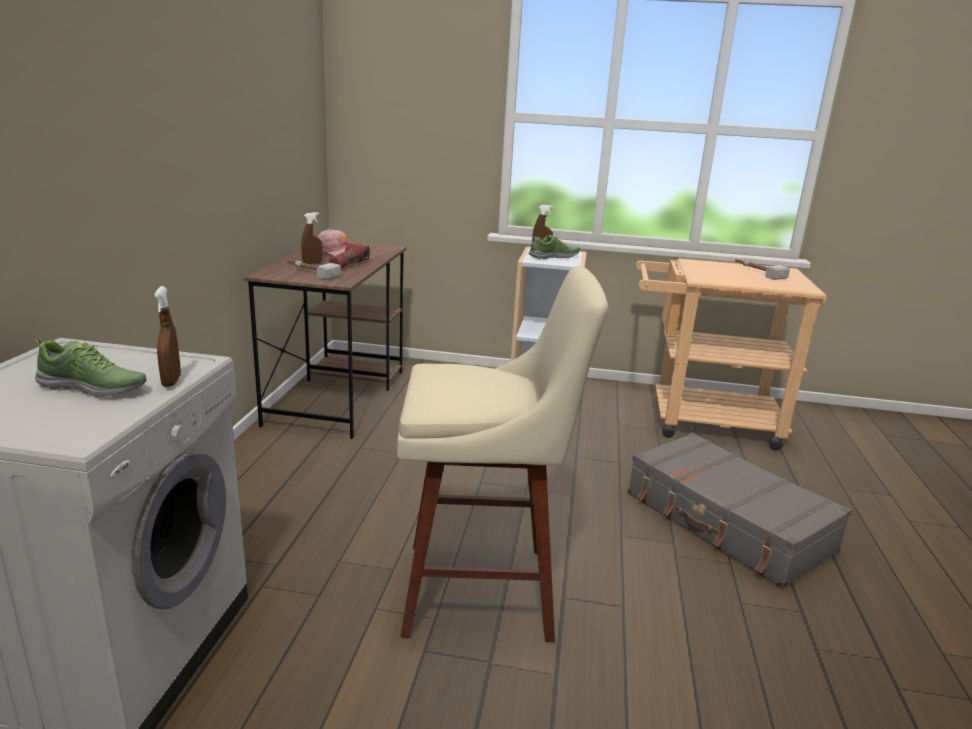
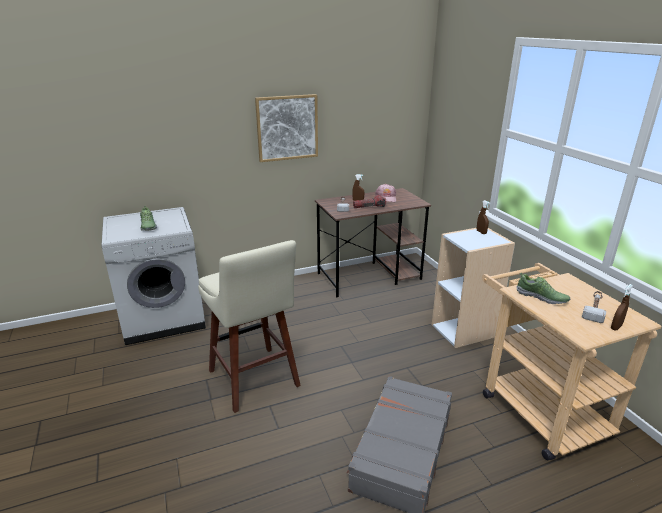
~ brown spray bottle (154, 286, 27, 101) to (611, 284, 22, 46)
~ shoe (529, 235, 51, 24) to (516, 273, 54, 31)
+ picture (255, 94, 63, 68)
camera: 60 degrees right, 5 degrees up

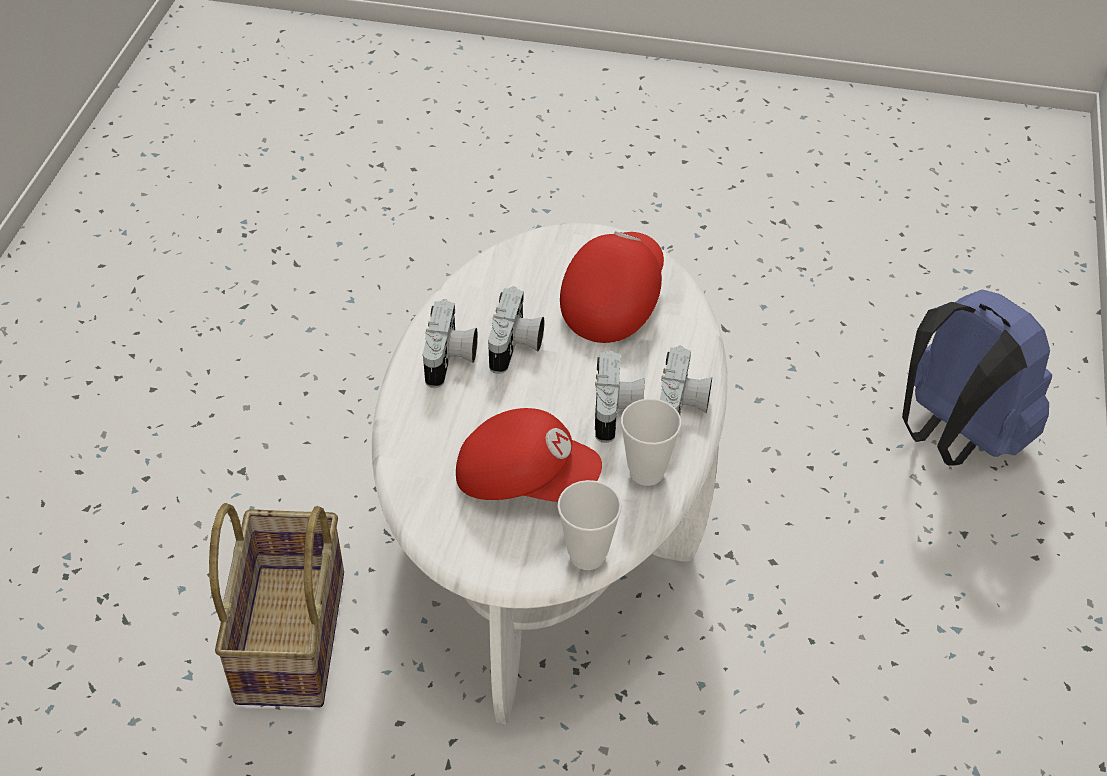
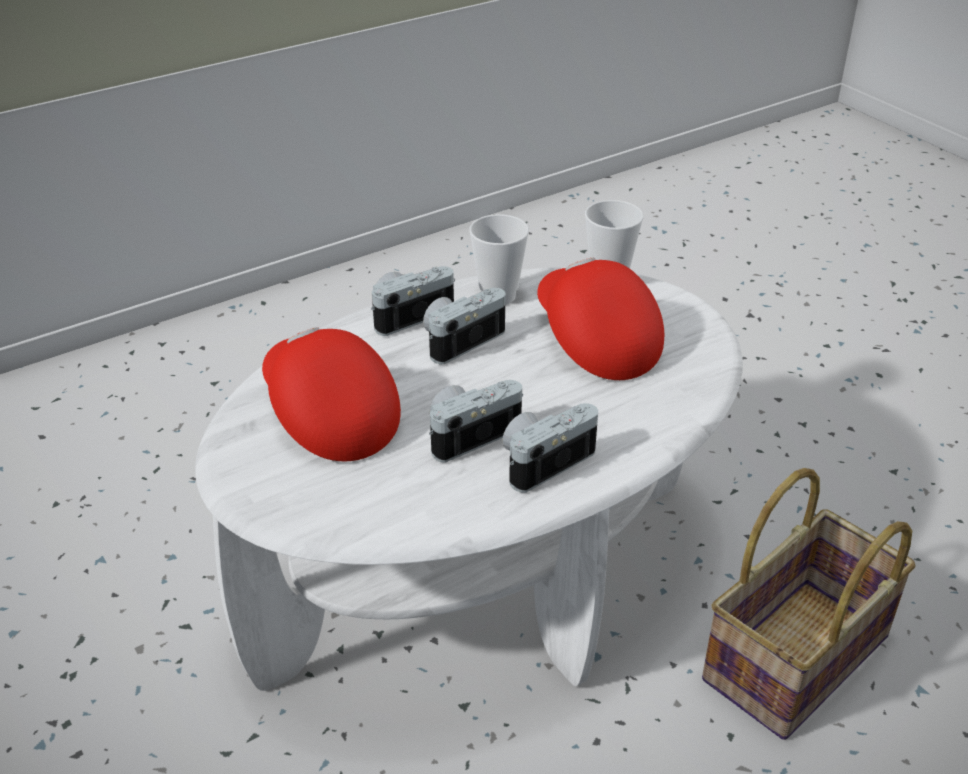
~ red cap (560, 231, 104, 112) = (262, 327, 139, 134) 75 degrees clockwise
- blue backpack (902, 289, 150, 177)
camera: 135 degrees left, 10 degrees down

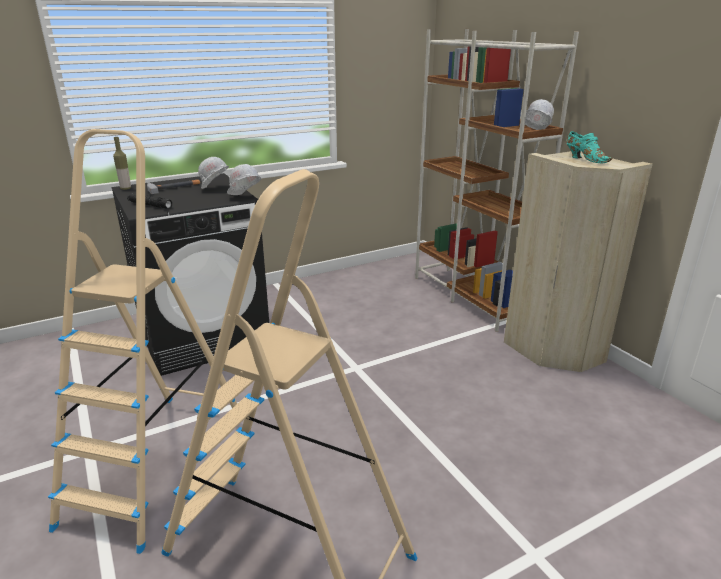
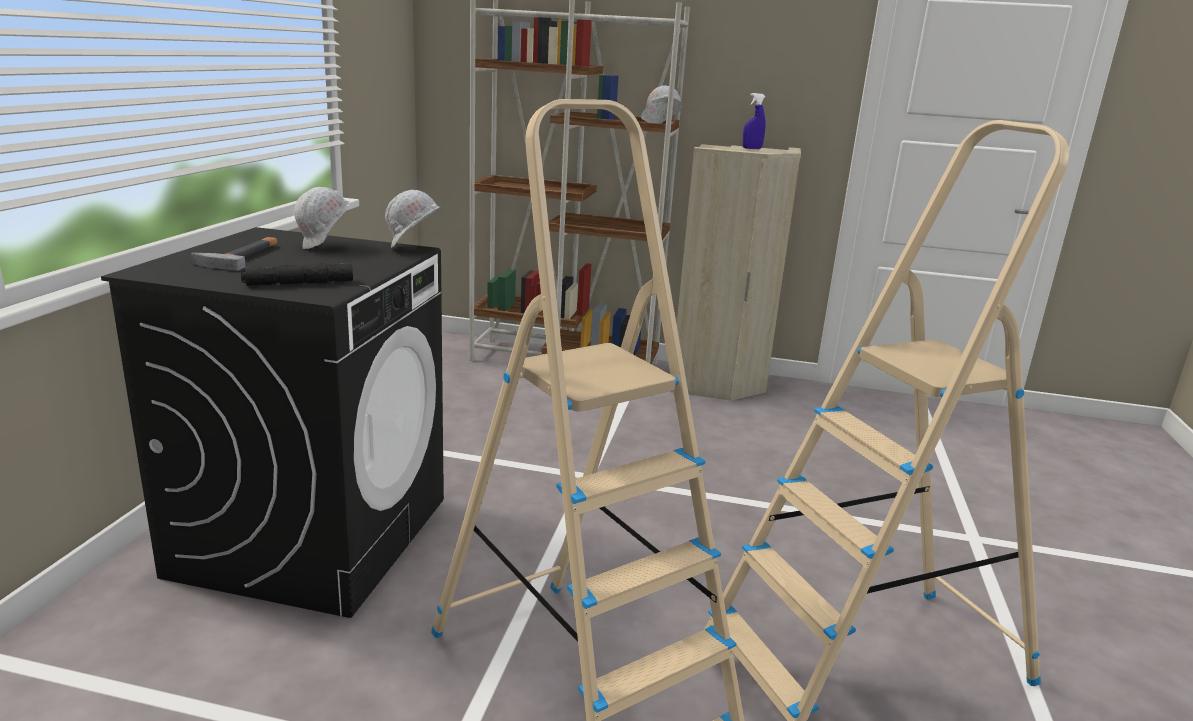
- bottle (113, 137, 18, 53)
~ turquoise shoe (566, 131, 46, 32) to blue spray bottle (743, 93, 23, 56)
camera: 50 degrees left, 5 degrees down

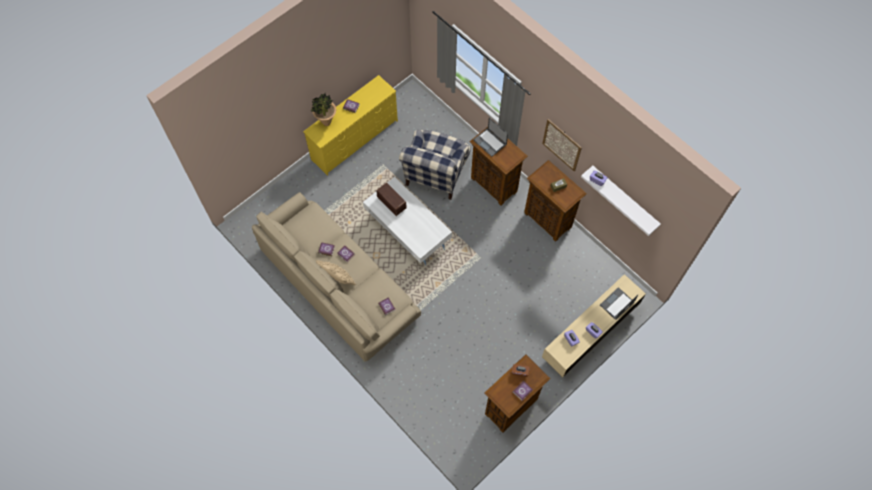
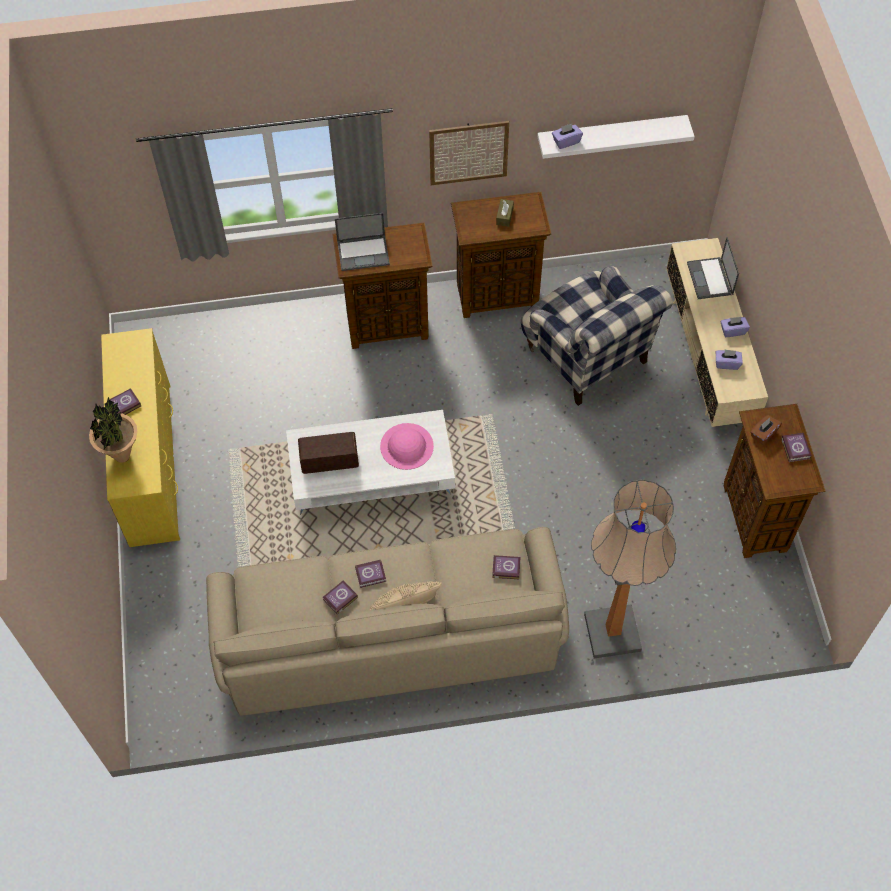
~ armchair (399, 130, 72, 70) to (521, 266, 152, 140)
+ pink hat (380, 423, 54, 47)
+ floor lamp (584, 479, 92, 180)
camera: 55 degrees left, 5 degrees down

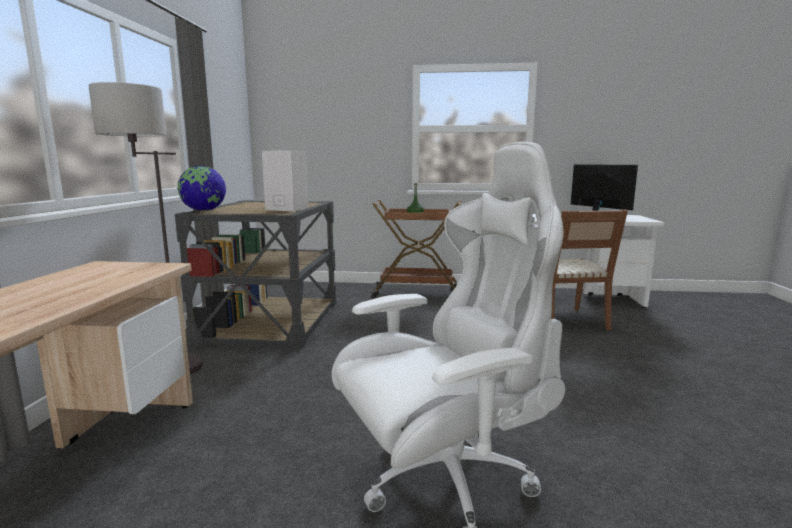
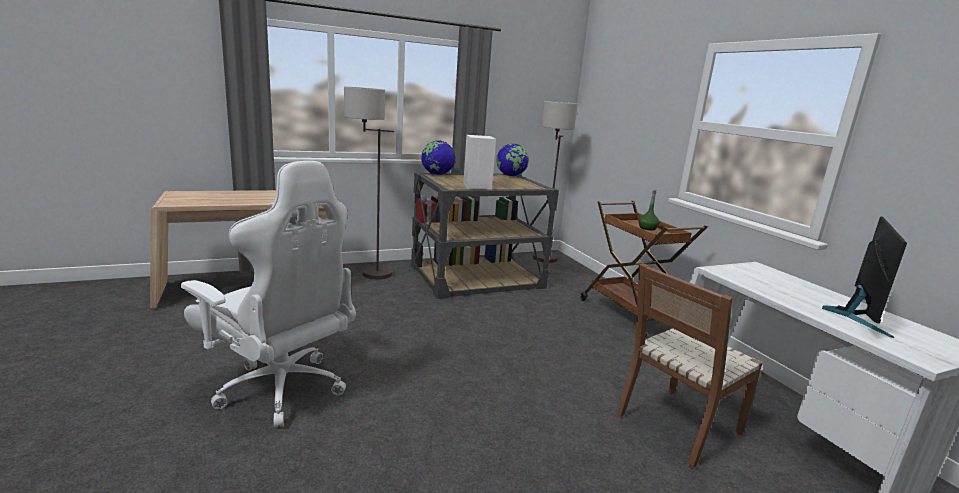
+ globe (496, 144, 33, 32)
+ grey floor lamp (533, 101, 45, 162)
camera: 60 degrees right, 5 degrees up

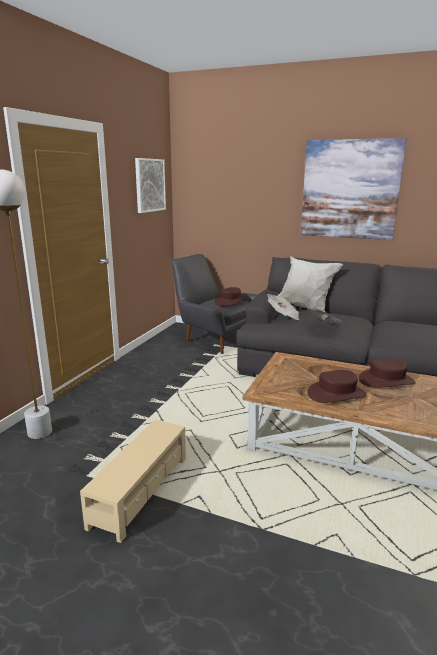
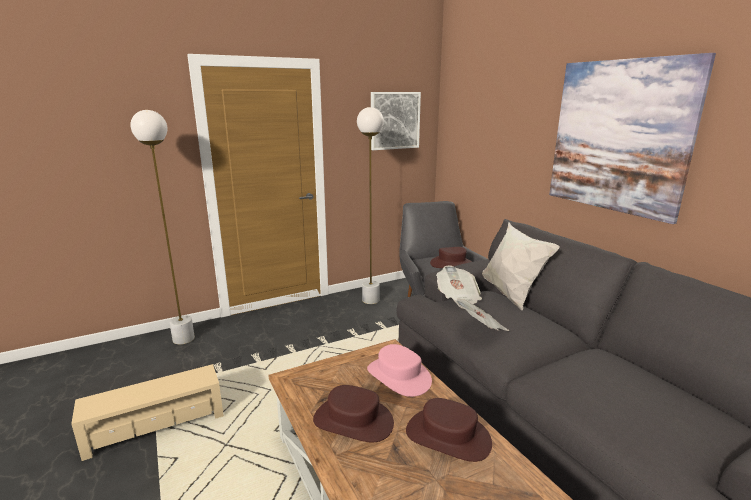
+ white floor lamp (357, 107, 27, 197)
+ pink hat (367, 344, 65, 53)
camera: 40 degrees right, 0 degrees up

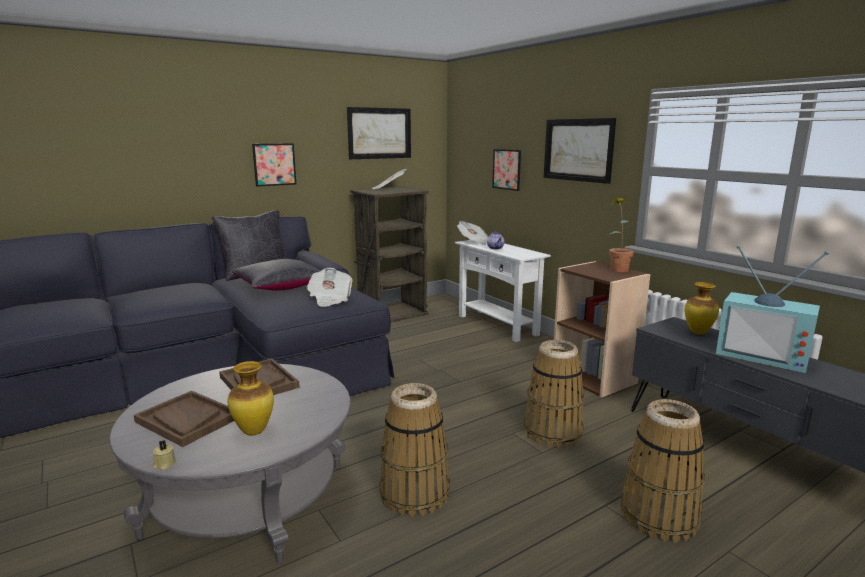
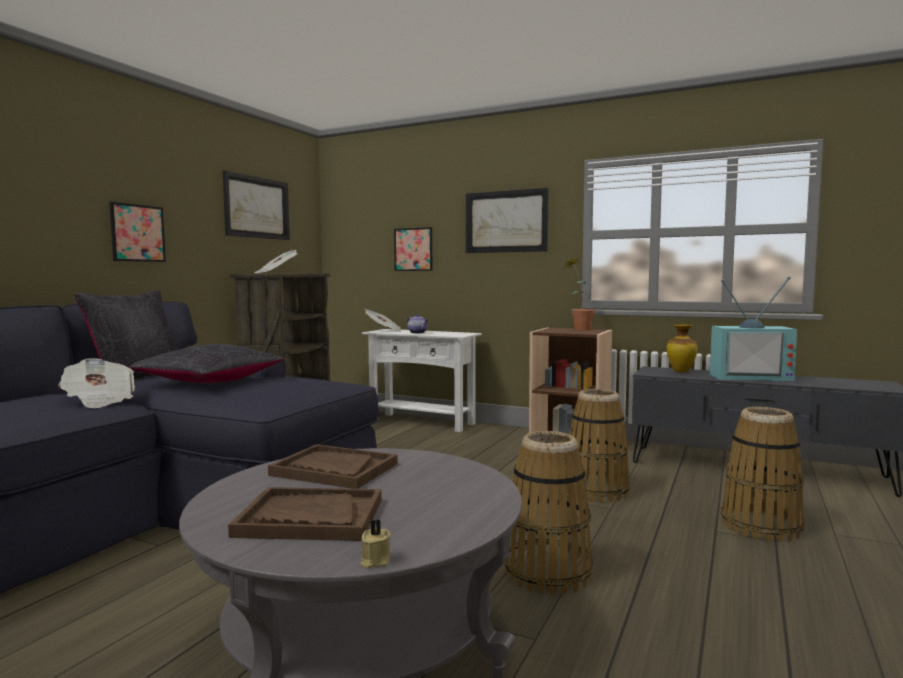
- vase (227, 361, 47, 75)
~ newspaper (307, 268, 46, 39) to (59, 358, 76, 50)
camera: 30 degrees left, 10 degrees down

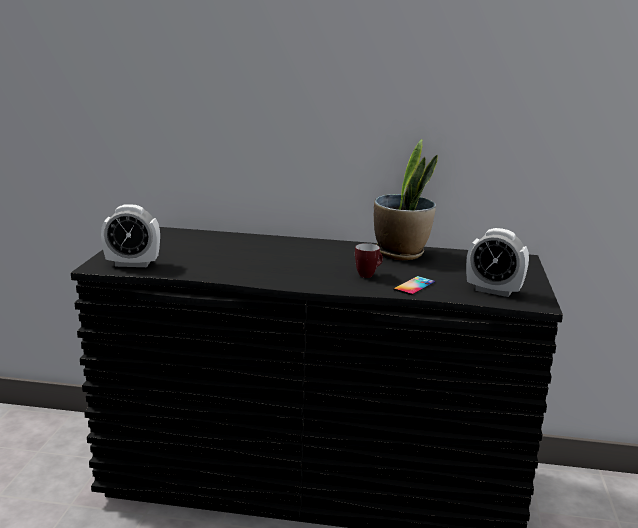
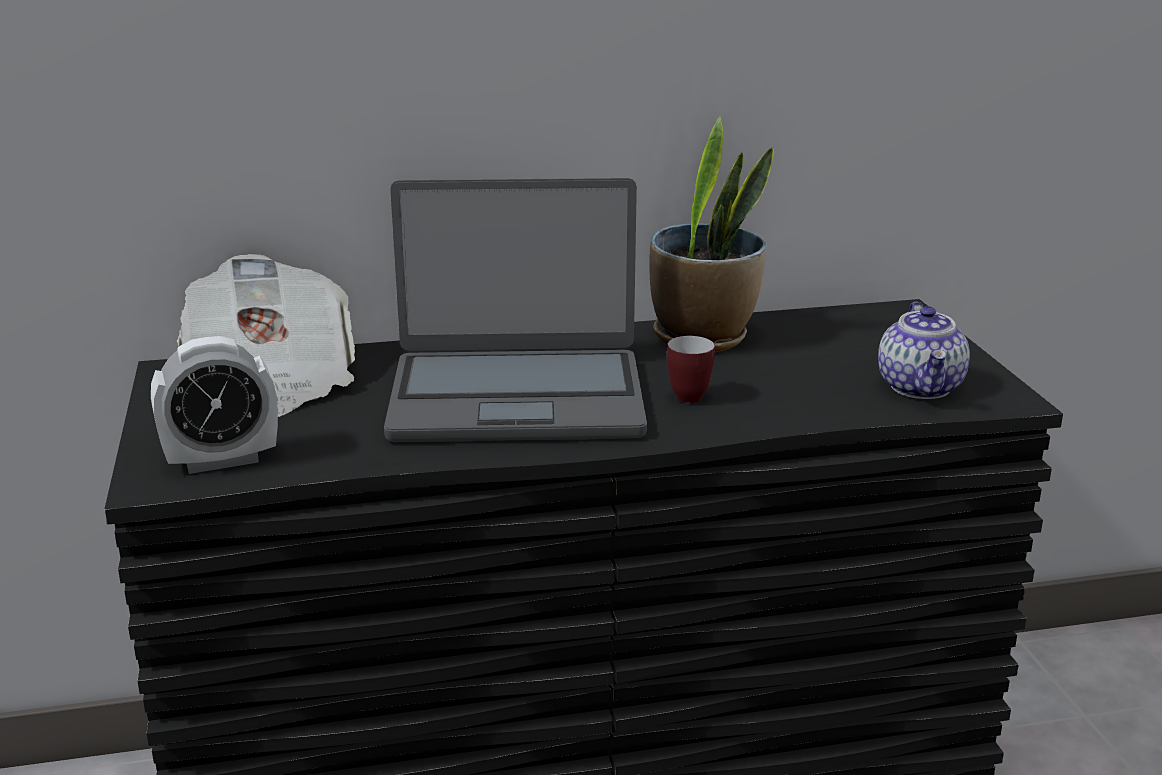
- phone (393, 276, 42, 19)
~ alarm clock (466, 228, 63, 69) to teapot (878, 302, 92, 97)
+ newspaper (177, 254, 178, 163)
+ laptop (384, 178, 263, 264)
camera: 20 degrees left, 5 degrees up

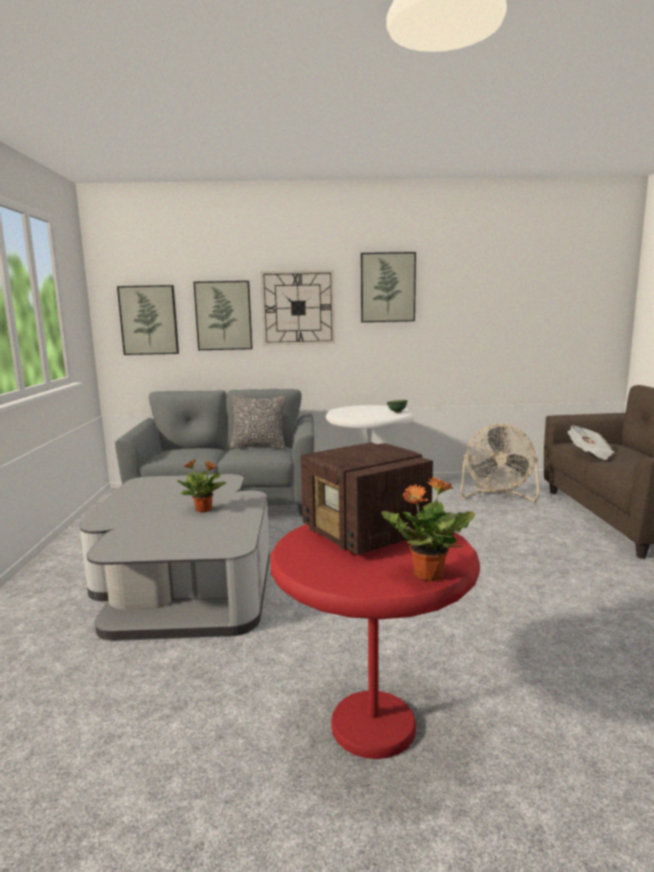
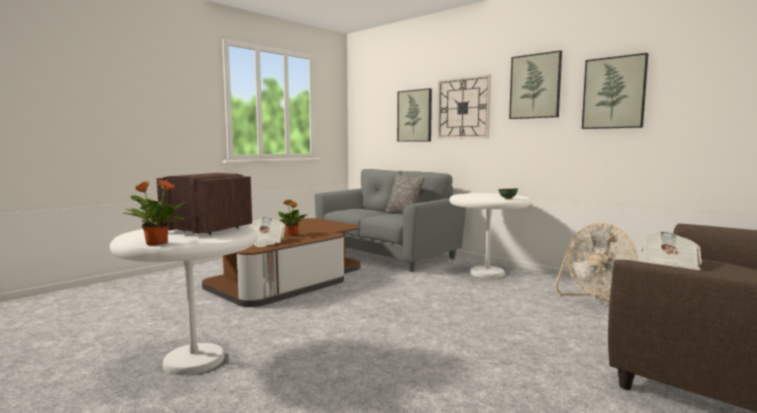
~ grey coffee table (80, 474, 190, 167) to brown coffee table (202, 218, 158, 89)
~ picture (117, 285, 62, 70) to (582, 53, 67, 76)
~ red side table (270, 524, 210, 235) to white side table (110, 226, 147, 149)
~ radio (301, 442, 132, 113) = (157, 173, 95, 62) 105 degrees clockwise
+ newspaper (248, 217, 38, 30)
camera: 45 degrees right, 5 degrees down

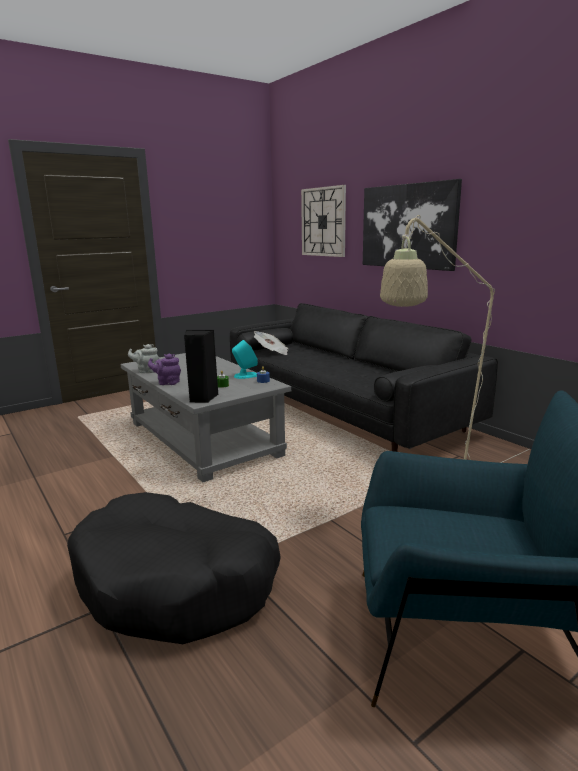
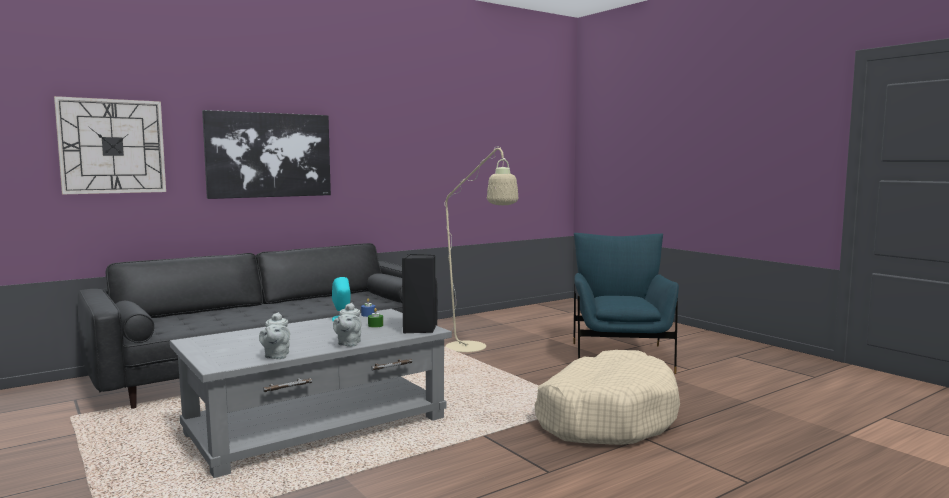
~ black dog bed (67, 492, 214, 152) to beige dog bed (535, 350, 145, 95)
~ purple teapot (148, 354, 33, 31) to grey teapot (333, 303, 29, 44)
- newspaper (254, 331, 34, 24)
camera: 90 degrees left, 10 degrees down

